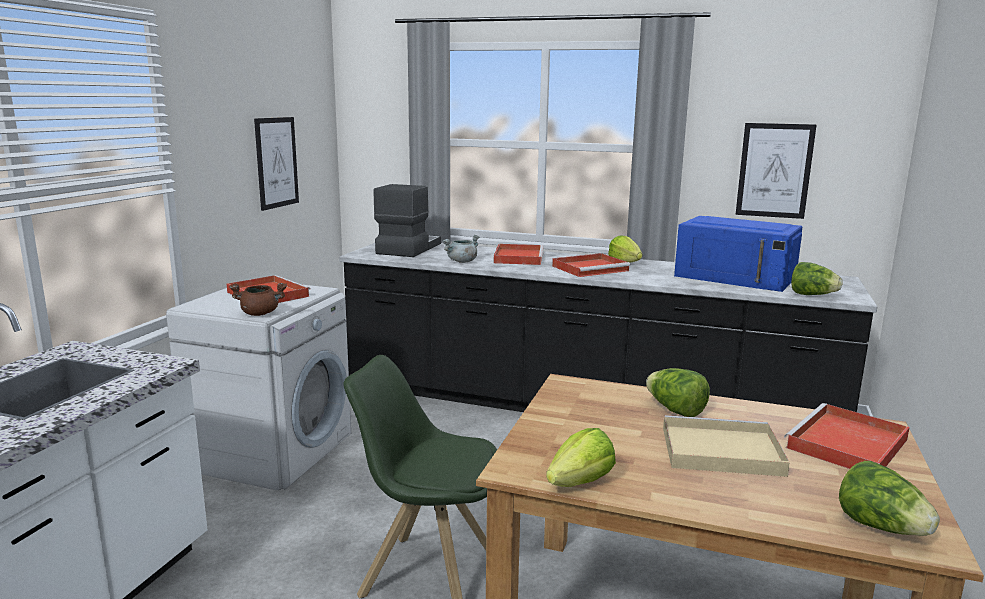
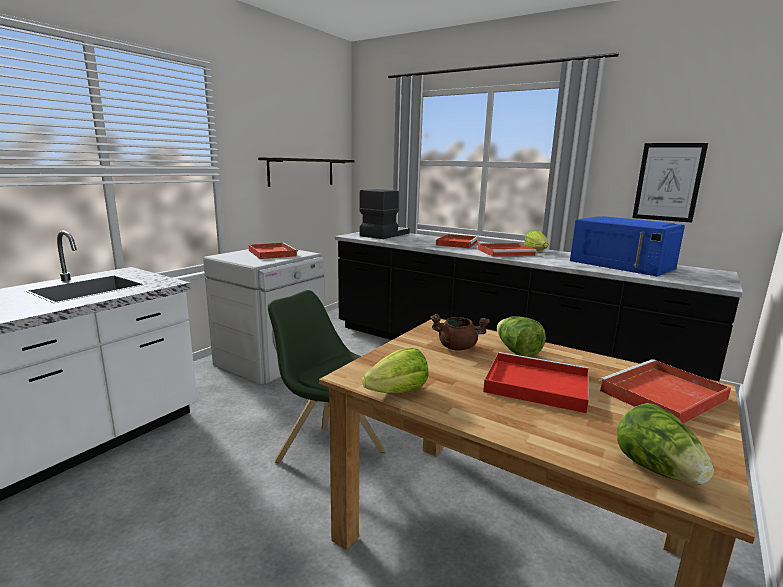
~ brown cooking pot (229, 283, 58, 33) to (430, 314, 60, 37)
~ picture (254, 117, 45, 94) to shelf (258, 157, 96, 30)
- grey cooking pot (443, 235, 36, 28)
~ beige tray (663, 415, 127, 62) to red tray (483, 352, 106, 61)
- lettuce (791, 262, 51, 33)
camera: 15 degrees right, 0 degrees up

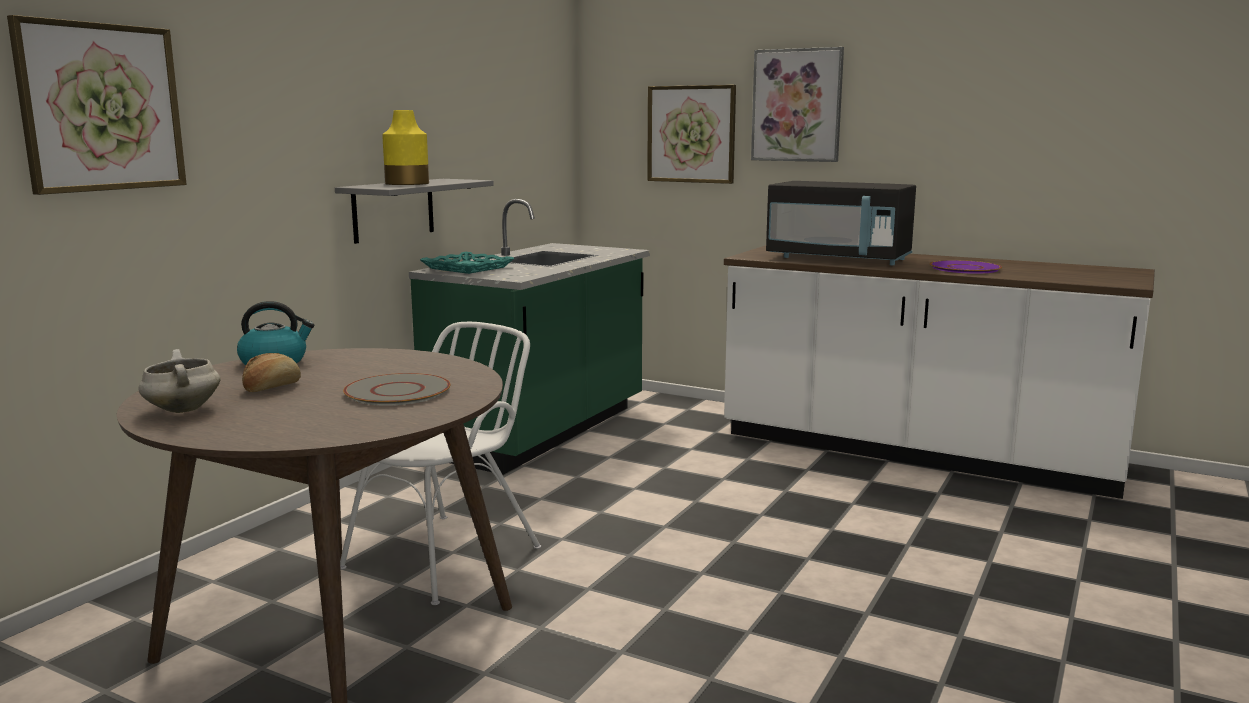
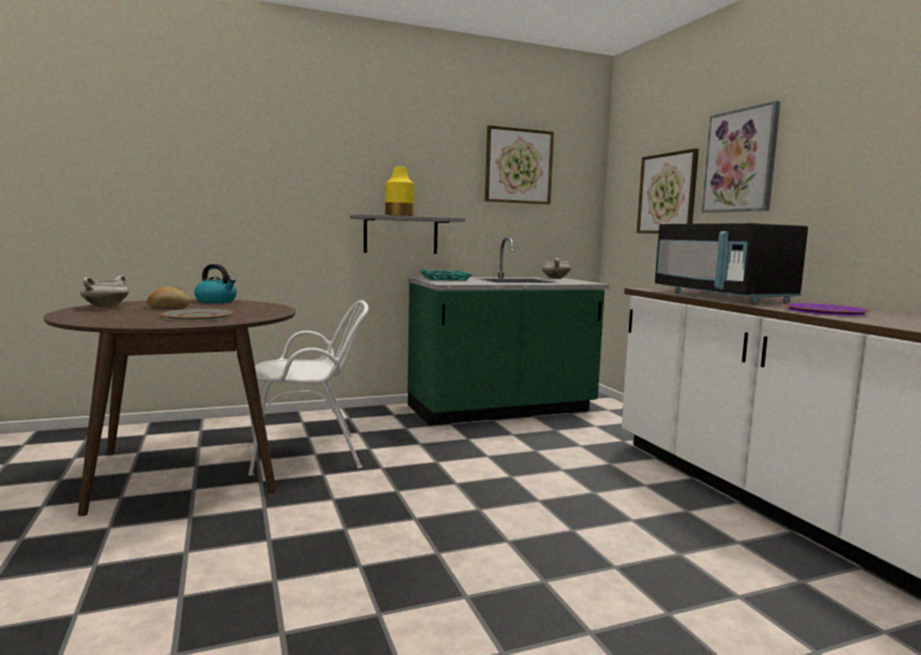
~ picture (7, 15, 180, 180) to (485, 125, 69, 80)
+ white cooking pot (542, 258, 29, 21)
camera: 40 degrees right, 5 degrees down

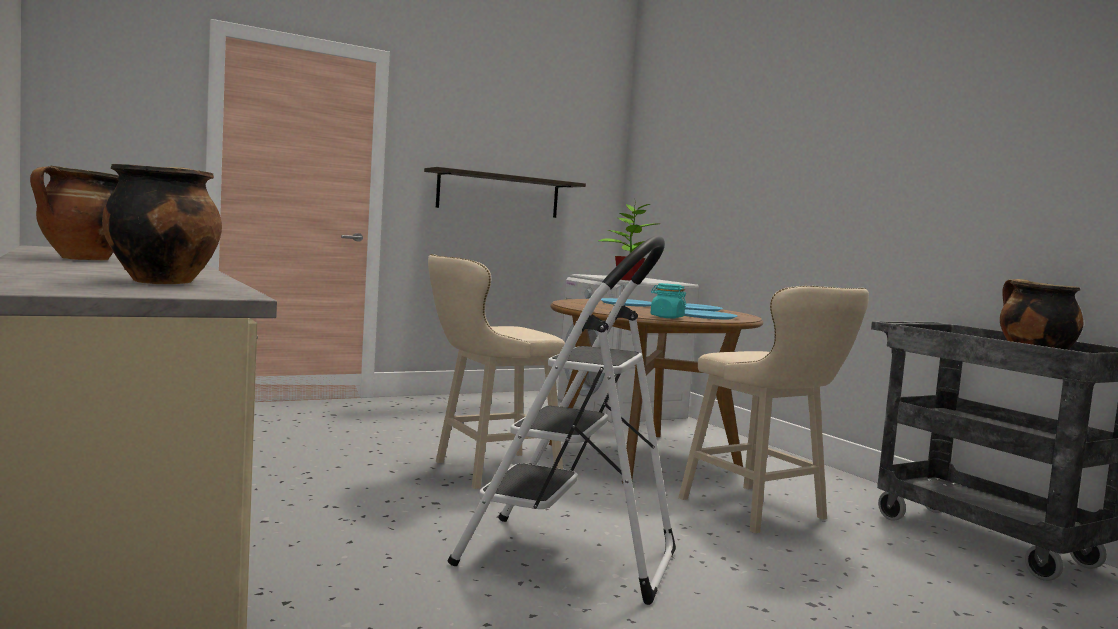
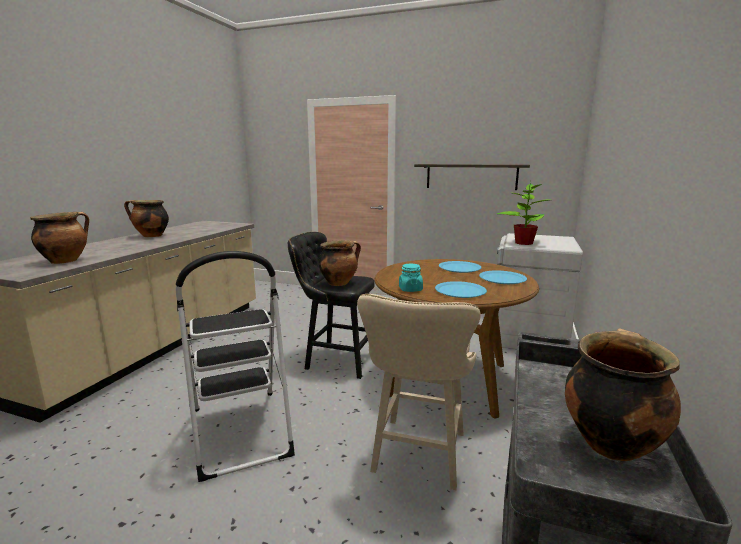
~ beige stool (428, 254, 137, 235) to black stool (288, 232, 87, 147)
+ cooking pot (319, 240, 42, 46)
camera: 50 degrees right, 10 degrees up

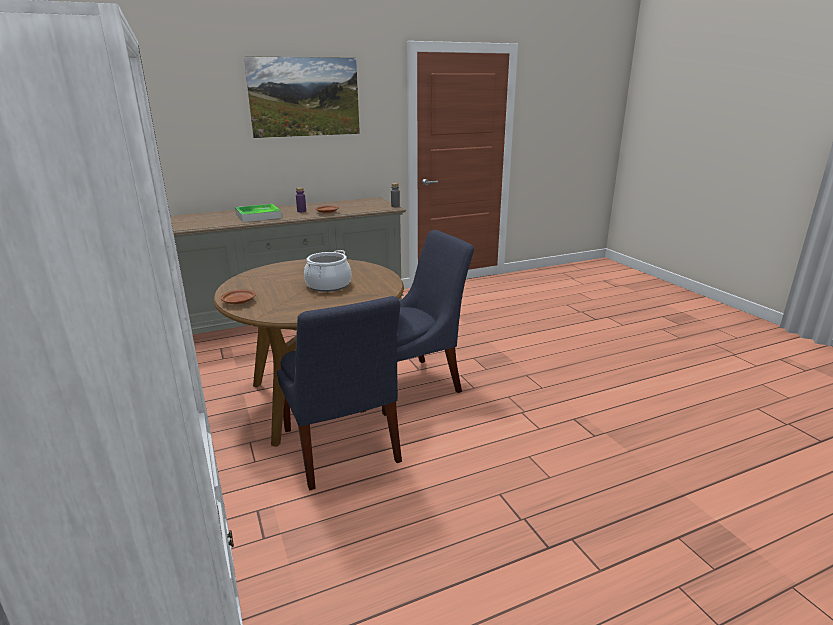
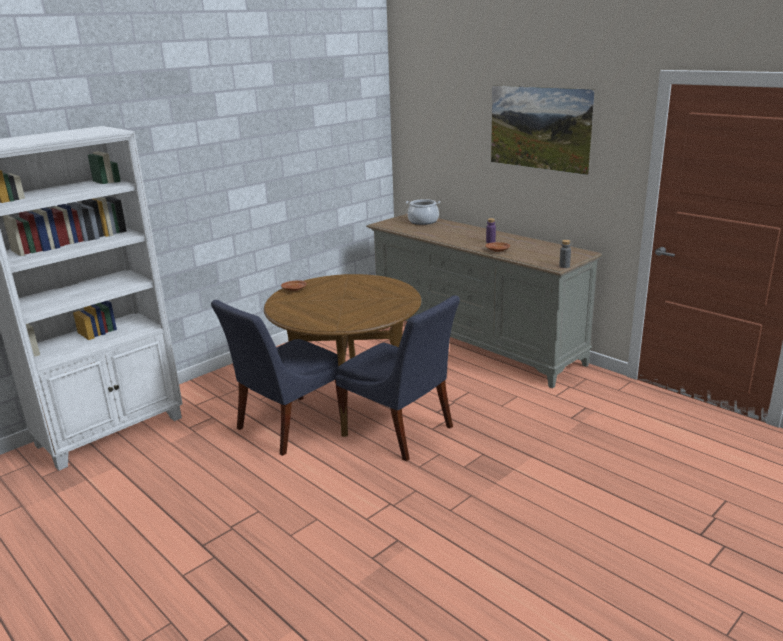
- tray (235, 204, 47, 18)
~ cooking pot (304, 250, 47, 42) to (406, 199, 34, 26)
camera: 70 degrees right, 0 degrees up

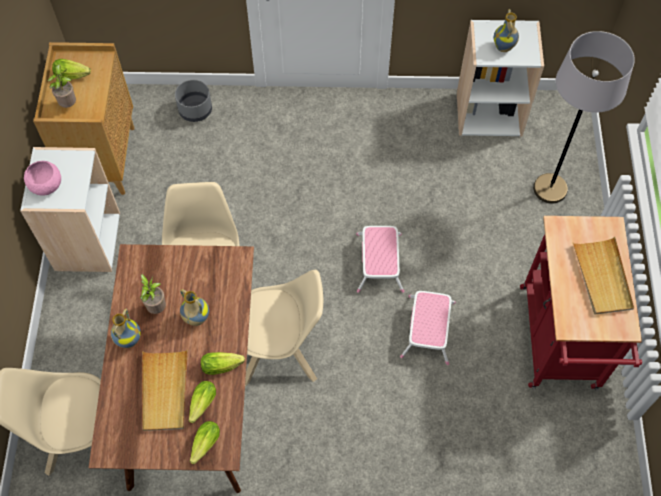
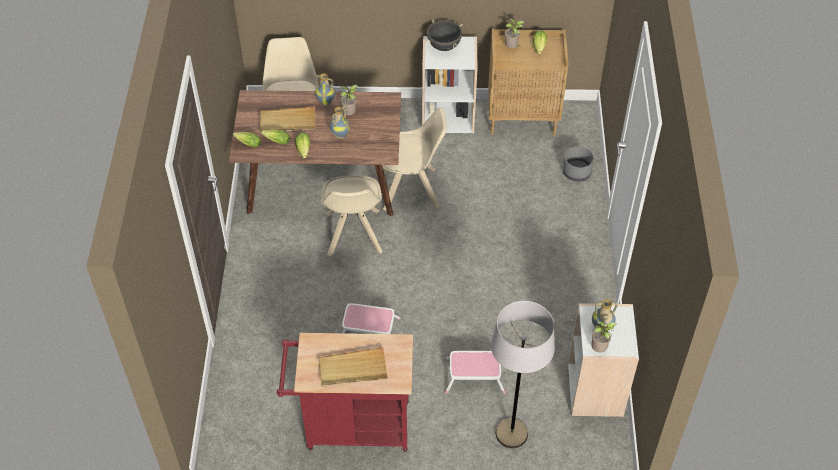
~ pink bowl (24, 161, 37, 35) to black cooking pot (426, 20, 37, 31)
~ pink step ladder (356, 226, 49, 67) to (445, 351, 60, 43)
+ potted plant (591, 321, 25, 32)
camera: 90 degrees right, 10 degrees down

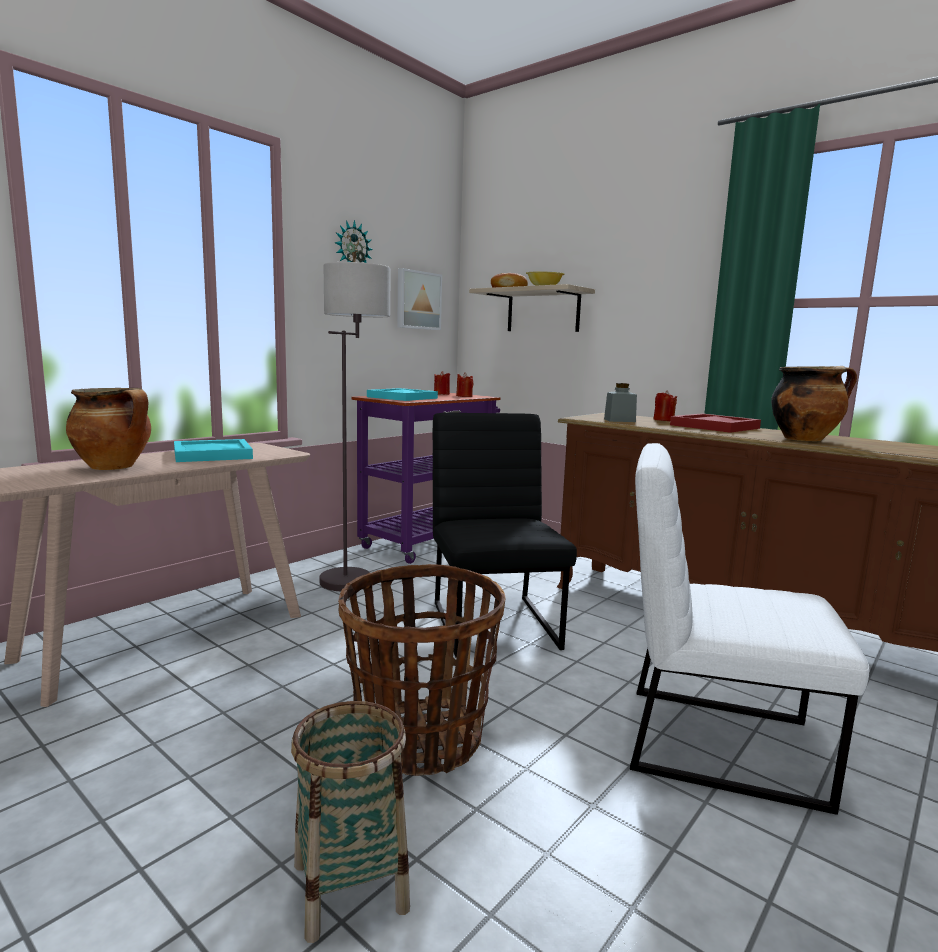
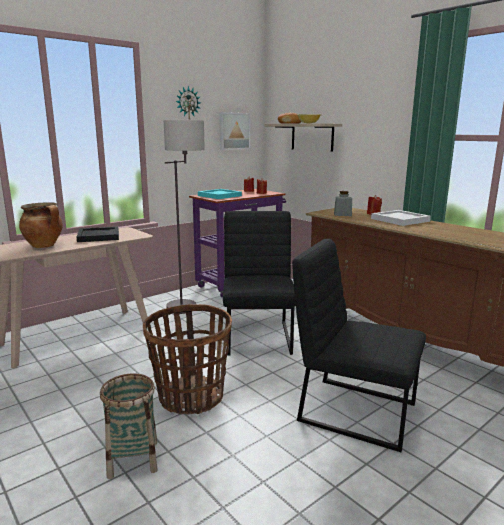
~ turquoise tray (174, 439, 79, 23) to black tray (77, 227, 42, 15)
~ white chair (630, 443, 239, 372) to black chair (292, 239, 134, 213)
~ red tray (670, 414, 91, 19) to white tray (371, 210, 60, 16)
- cooking pot (771, 366, 86, 75)
camera: 10 degrees right, 5 degrees up

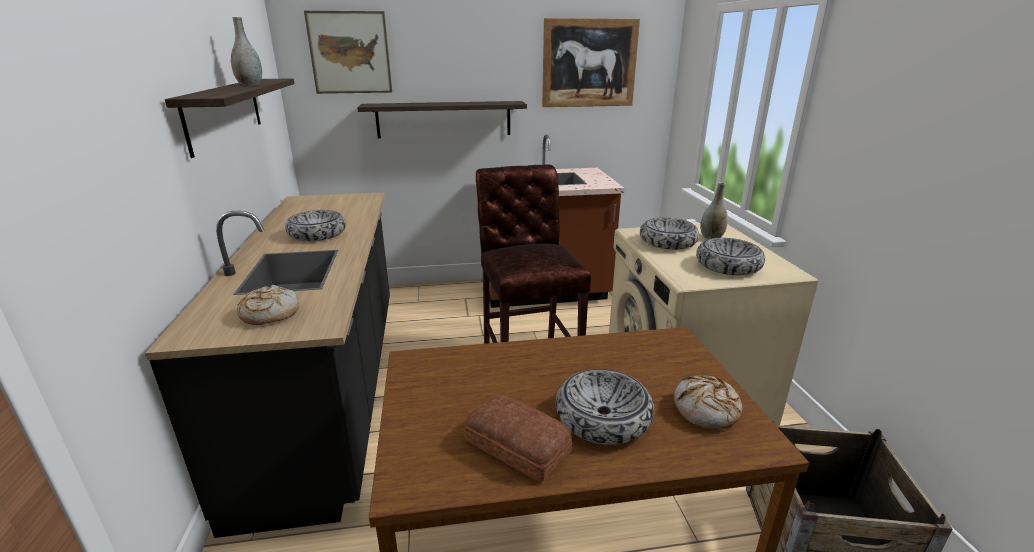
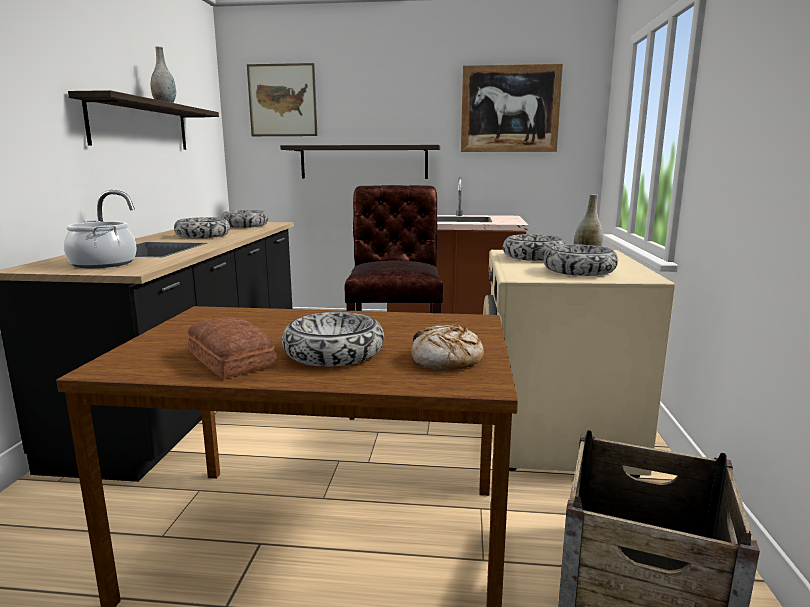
~ bread (237, 285, 62, 40) to cooking pot (63, 220, 74, 48)
+ bowl (221, 210, 47, 18)
camera: 15 degrees right, 10 degrees down

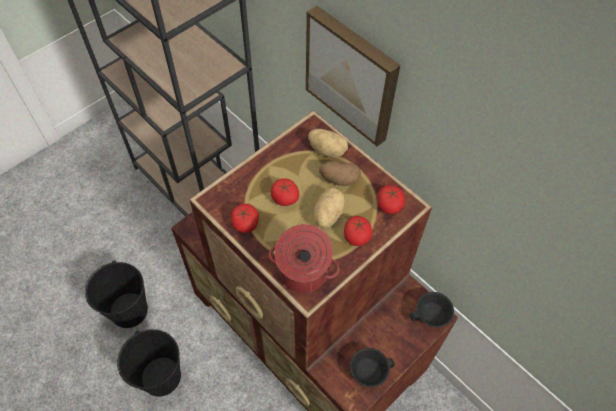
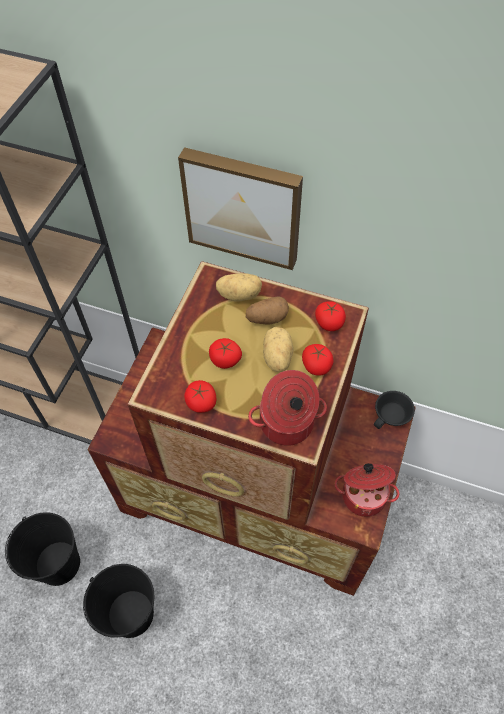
~ black cup (350, 348, 45, 39) to cooking pot (334, 463, 65, 54)
camera: 25 degrees left, 0 degrees up

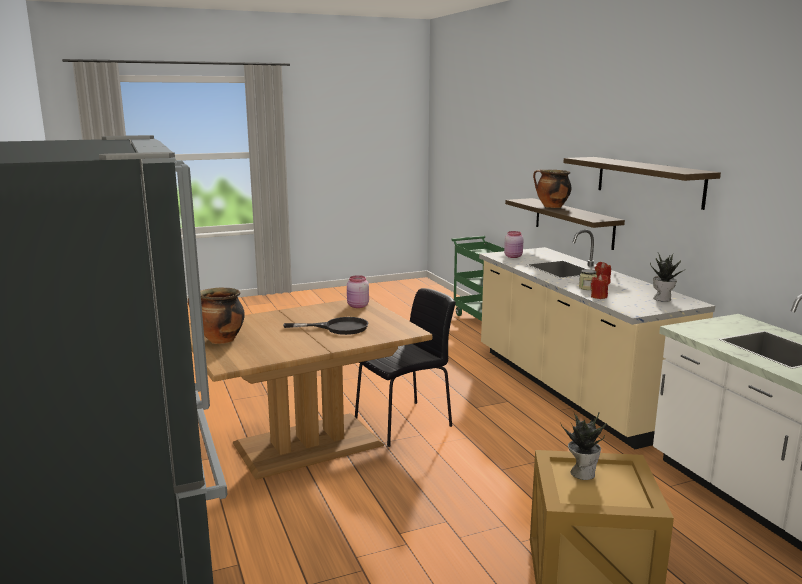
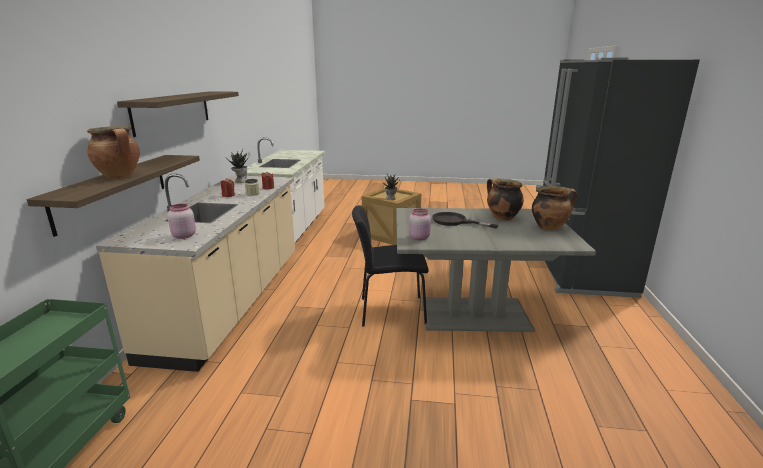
~ brown dining table (189, 298, 243, 182) to grey dining table (396, 208, 200, 124)
+ cooking pot (487, 178, 37, 43)
camera: 150 degrees left, 5 degrees up

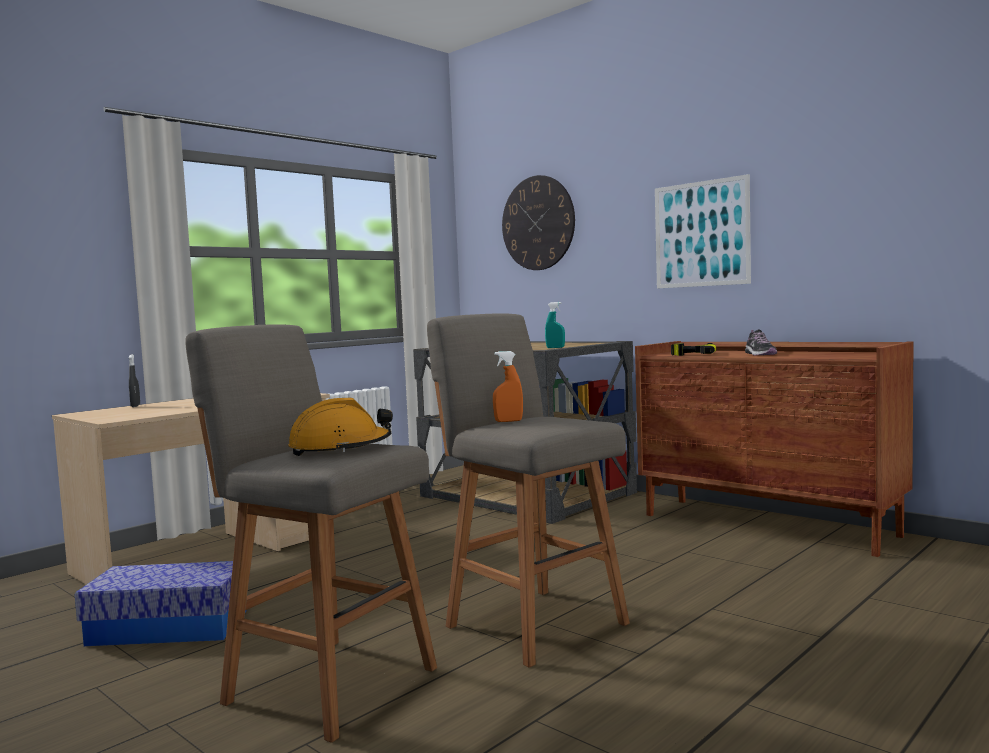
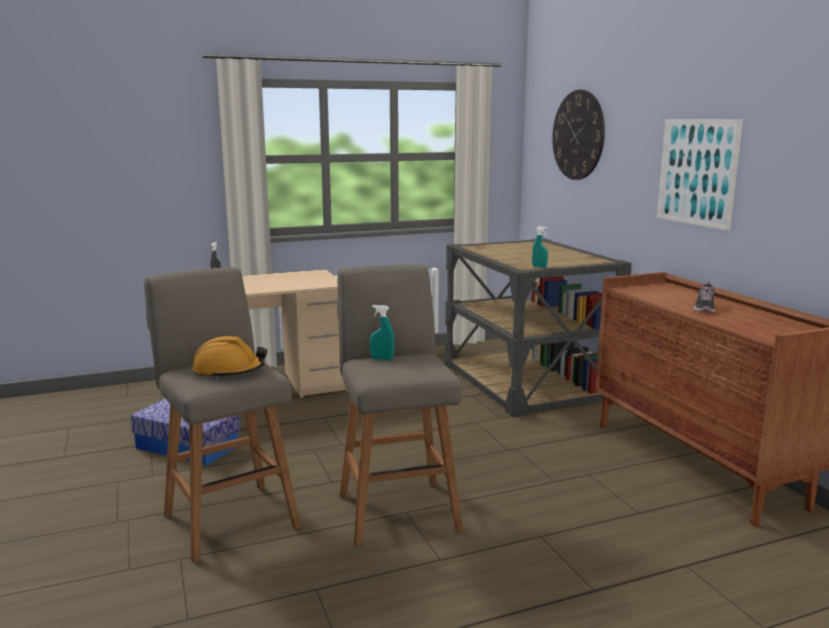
~ orange spray bottle (493, 351, 30, 71) to turquoise spray bottle (370, 305, 24, 55)
- power drill (671, 343, 45, 13)
camera: 25 degrees right, 10 degrees up

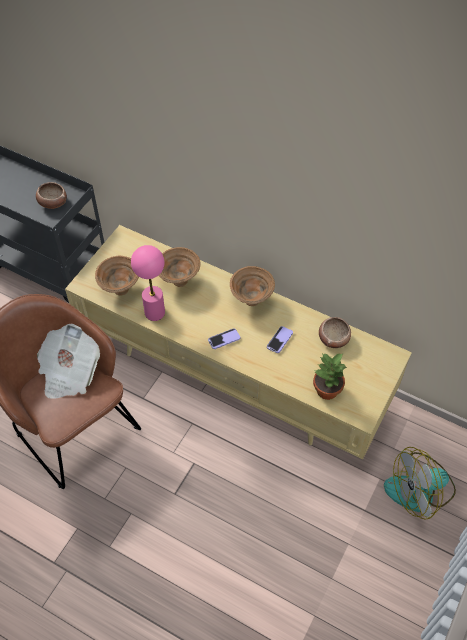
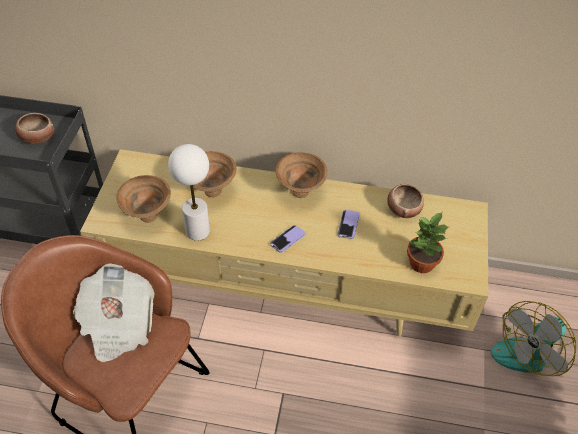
~ pink table lamp (131, 245, 34, 76) to white table lamp (168, 144, 42, 97)
camera: 20 degrees left, 5 degrees down

